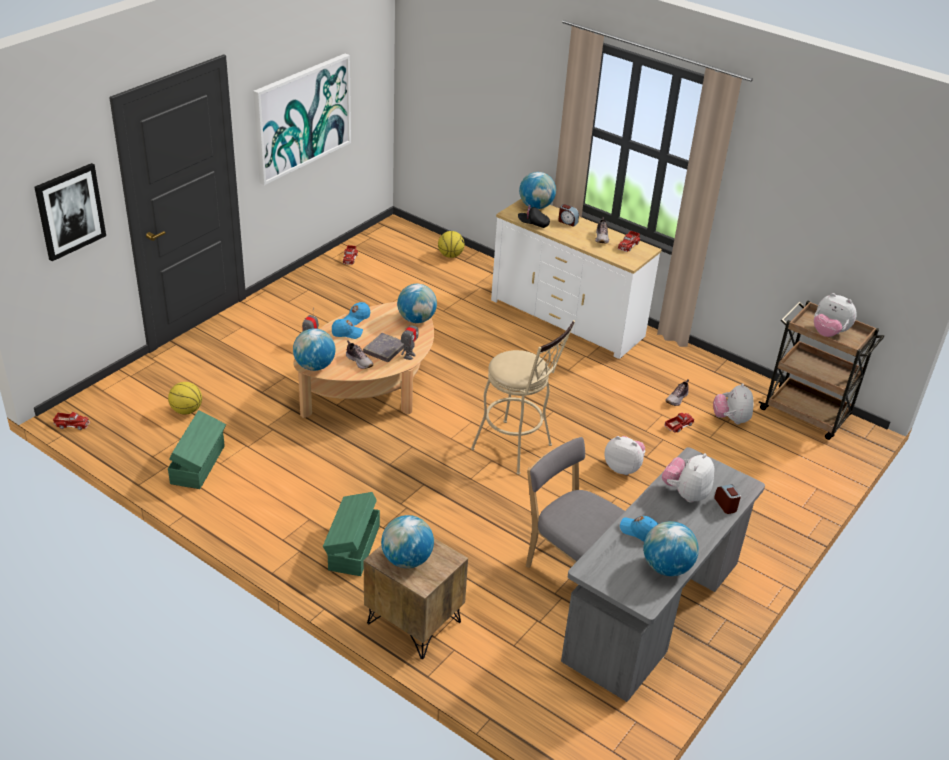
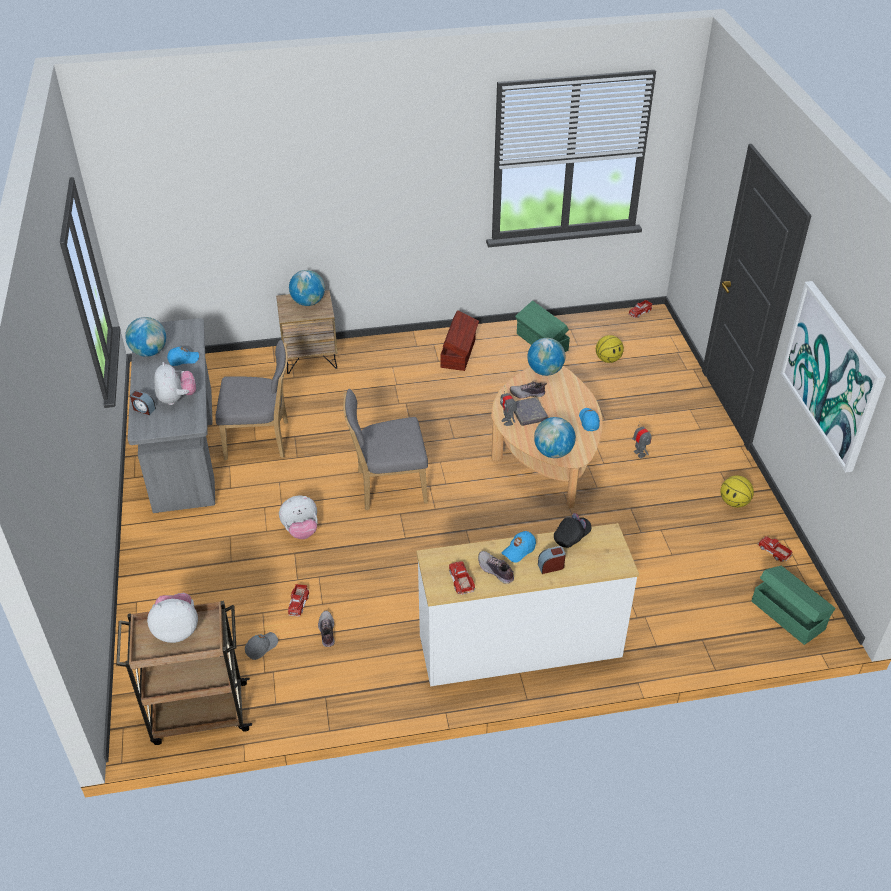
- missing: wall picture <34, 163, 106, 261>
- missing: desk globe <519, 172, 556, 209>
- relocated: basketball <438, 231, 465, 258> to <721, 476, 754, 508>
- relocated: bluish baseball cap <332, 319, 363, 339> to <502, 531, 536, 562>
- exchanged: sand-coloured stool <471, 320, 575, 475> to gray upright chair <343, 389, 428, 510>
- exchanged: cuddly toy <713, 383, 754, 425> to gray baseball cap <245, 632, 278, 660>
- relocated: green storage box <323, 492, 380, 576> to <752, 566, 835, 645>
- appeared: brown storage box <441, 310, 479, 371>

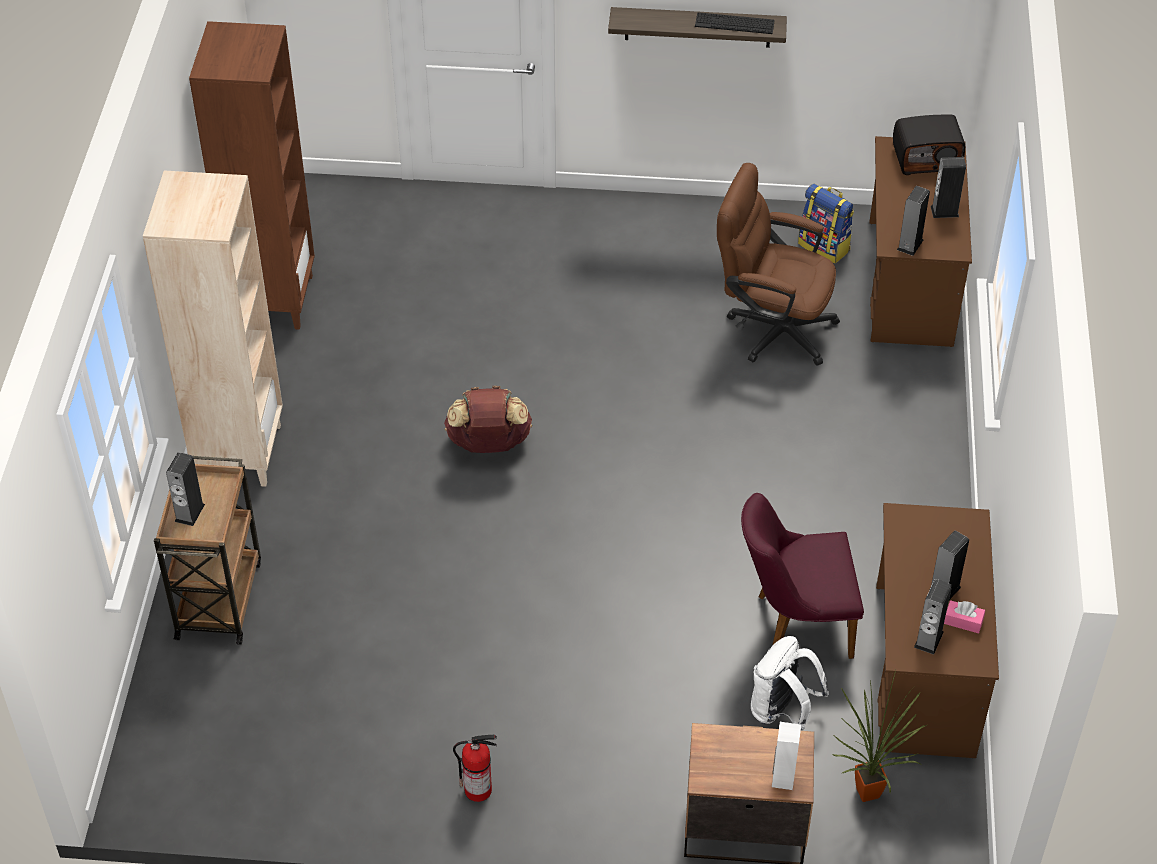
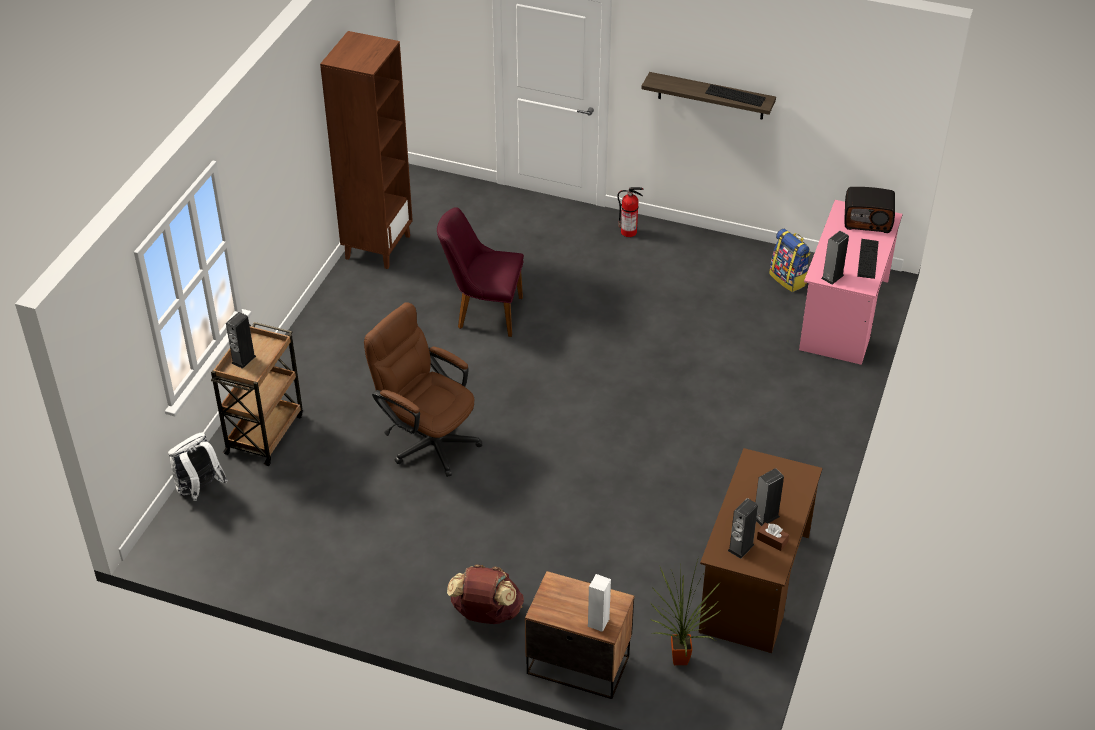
- colour: brown desk <869, 136, 972, 347> to pinkish desk <799, 200, 903, 365>
- exchanged: speaker <931, 157, 966, 218> to keyboard <857, 239, 879, 279>
- relocated: brown desk chair <717, 163, 840, 366> to <364, 302, 482, 477>
- missing: sand-coloured bookshelf <143, 171, 283, 487>
- relocated: brown backpack <444, 386, 532, 453> to <447, 564, 524, 624>
- relocated: purple upright chair <741, 493, 864, 659> to <437, 207, 524, 337>
- colour: pinkish box of tissues <944, 600, 985, 633> to brown box of tissues <757, 523, 789, 551>
- relocated: whitish backpack <751, 636, 829, 731> to <168, 432, 228, 501>
- relocated: extinguisher <453, 735, 497, 802> to <617, 187, 643, 237>

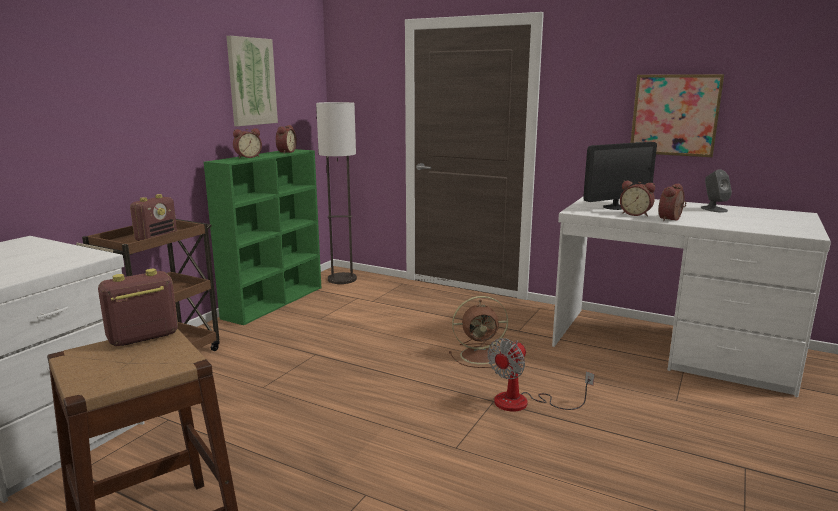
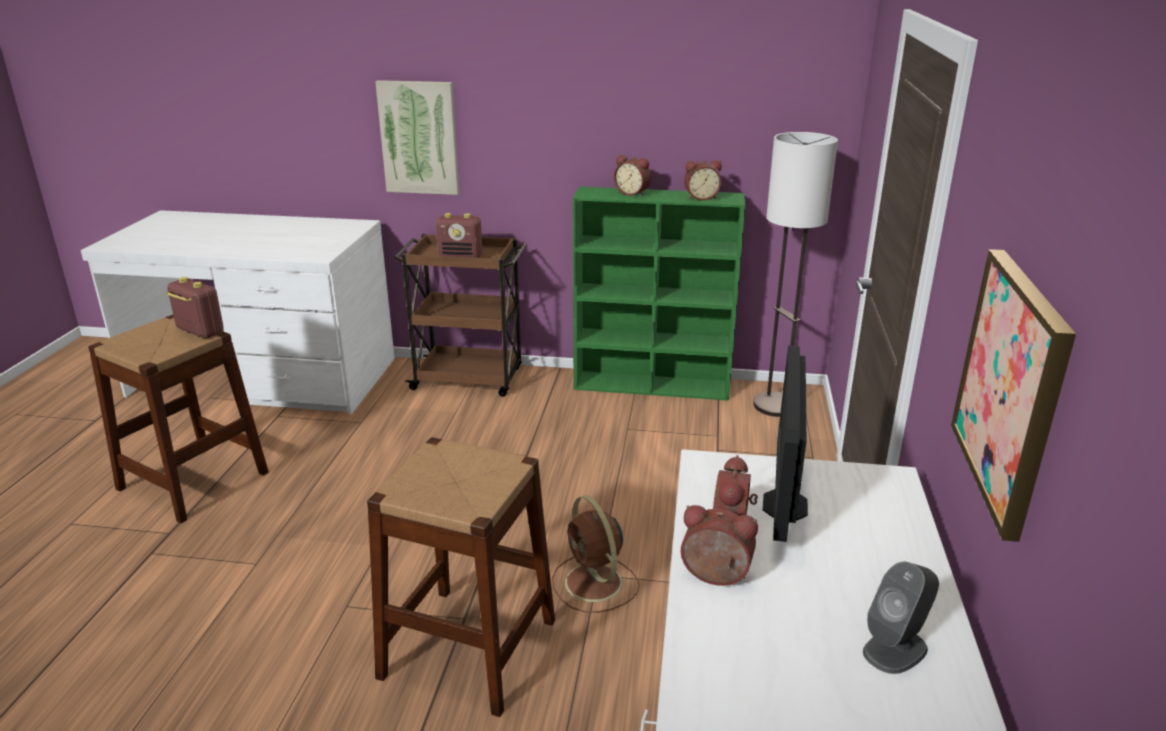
- relocated: wall picture <227, 36, 278, 126> to <375, 80, 459, 195>
- spun: computer display <583, 142, 657, 210> = <763, 345, 808, 542> 60 degrees clockwise
- exchanged: cooling fan <487, 338, 595, 412> to brown stool <367, 437, 555, 717>

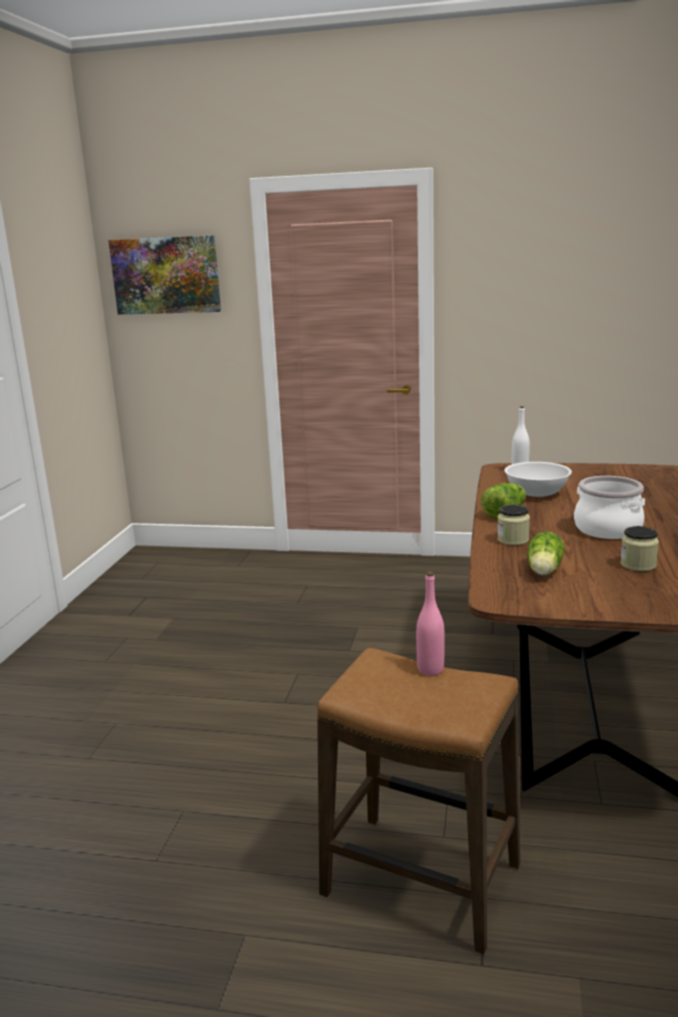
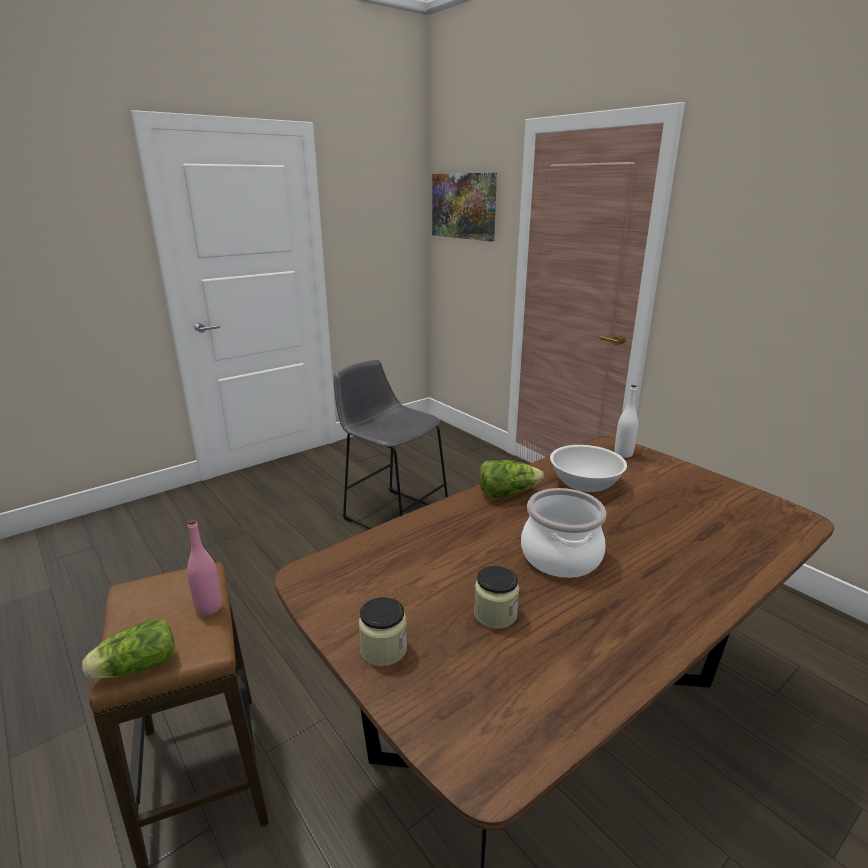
- relocated: jar <497, 504, 530, 545> to <358, 597, 407, 666>
- relocated: lettuce <527, 532, 564, 575> to <82, 619, 175, 679>
- appeared: gray stool <334, 359, 448, 529>

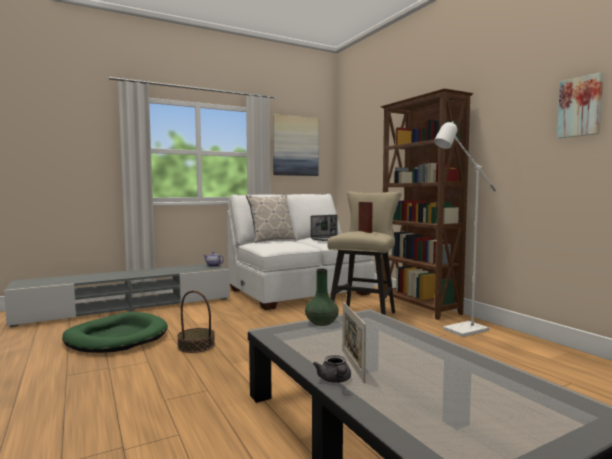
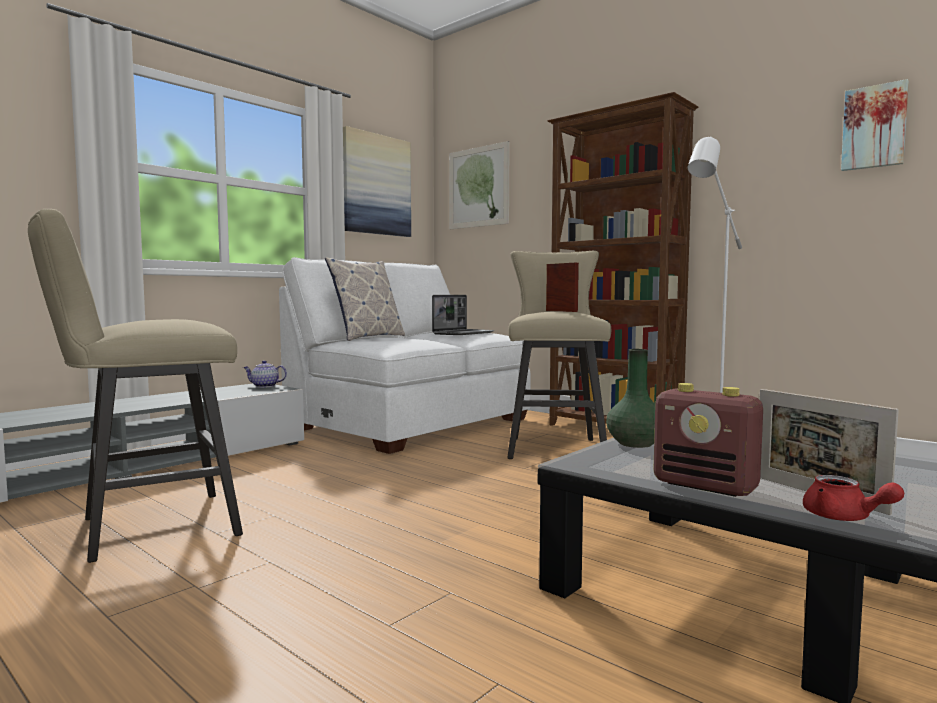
- missing: household basket <177, 290, 215, 353>
- exchanged: green pet bed <62, 312, 168, 353> to sand-coloured stool <28, 209, 243, 563>
- colour: gray teapot <313, 355, 351, 383> to reddish teapot <803, 475, 904, 521>
- appeared: wall picture <449, 141, 510, 229>
- appeared: radio <653, 383, 763, 497>

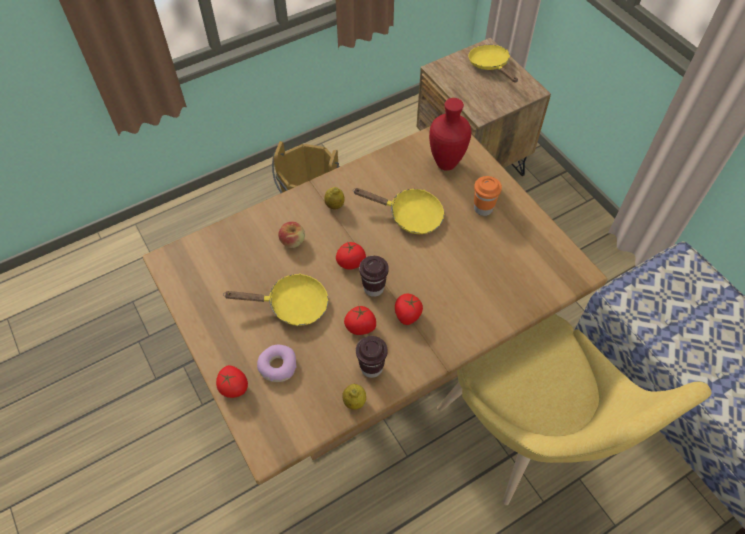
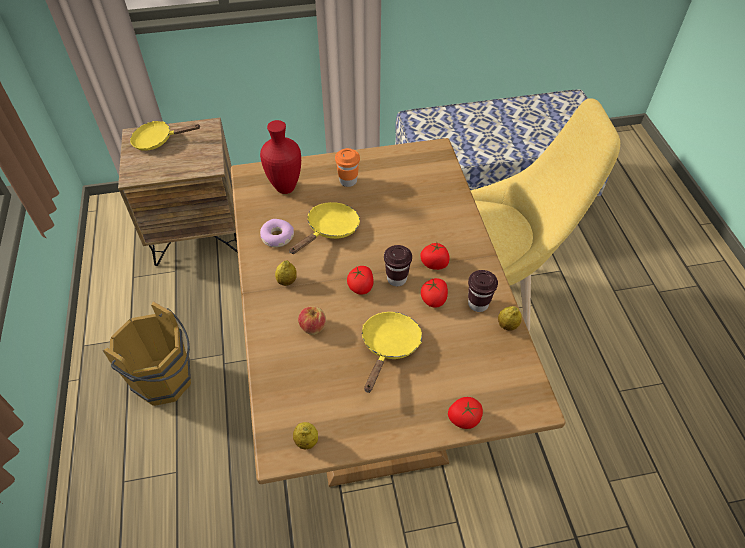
- relocated: doughnut <257, 345, 296, 382> to <260, 219, 294, 247>
- appeared: lemon <293, 422, 318, 449>

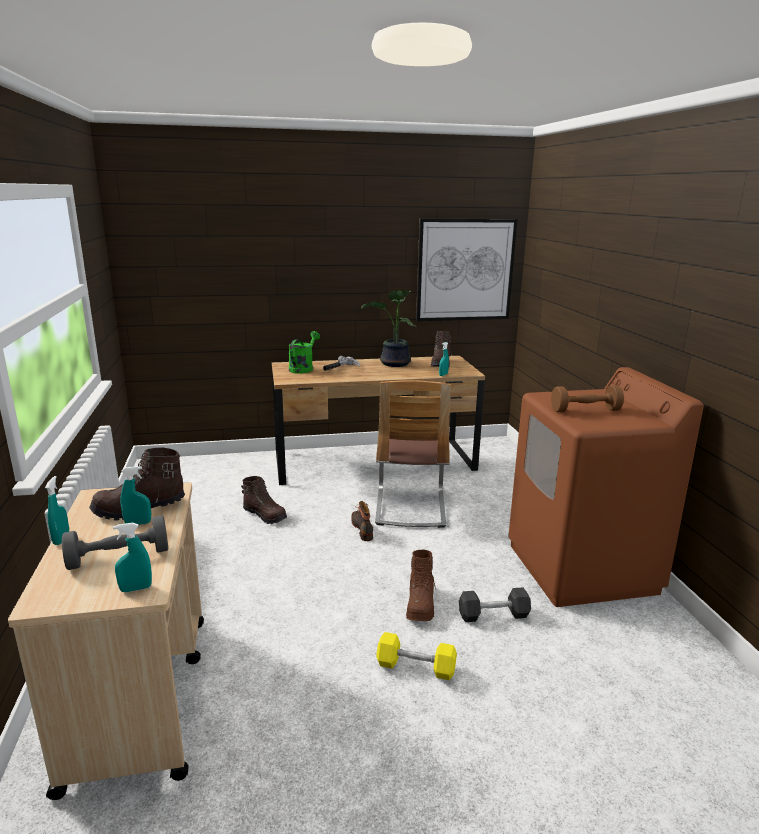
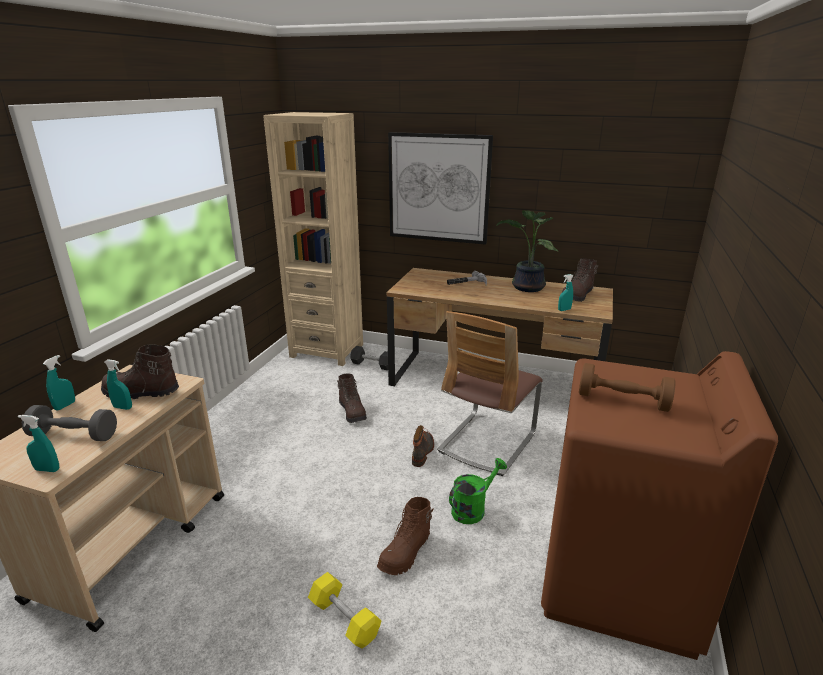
- relocated: wall picture <416, 218, 517, 321> to <388, 132, 493, 245>
- relocated: green sprinkling can <289, 331, 320, 374> to <449, 458, 507, 524>
- relocated: blackish dumbbell <459, 587, 531, 622> to <350, 346, 388, 370>
- appeared: sand-coloured bookshelf <263, 112, 363, 366>

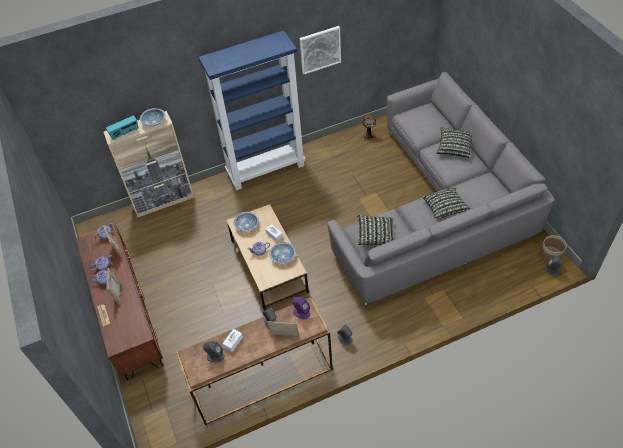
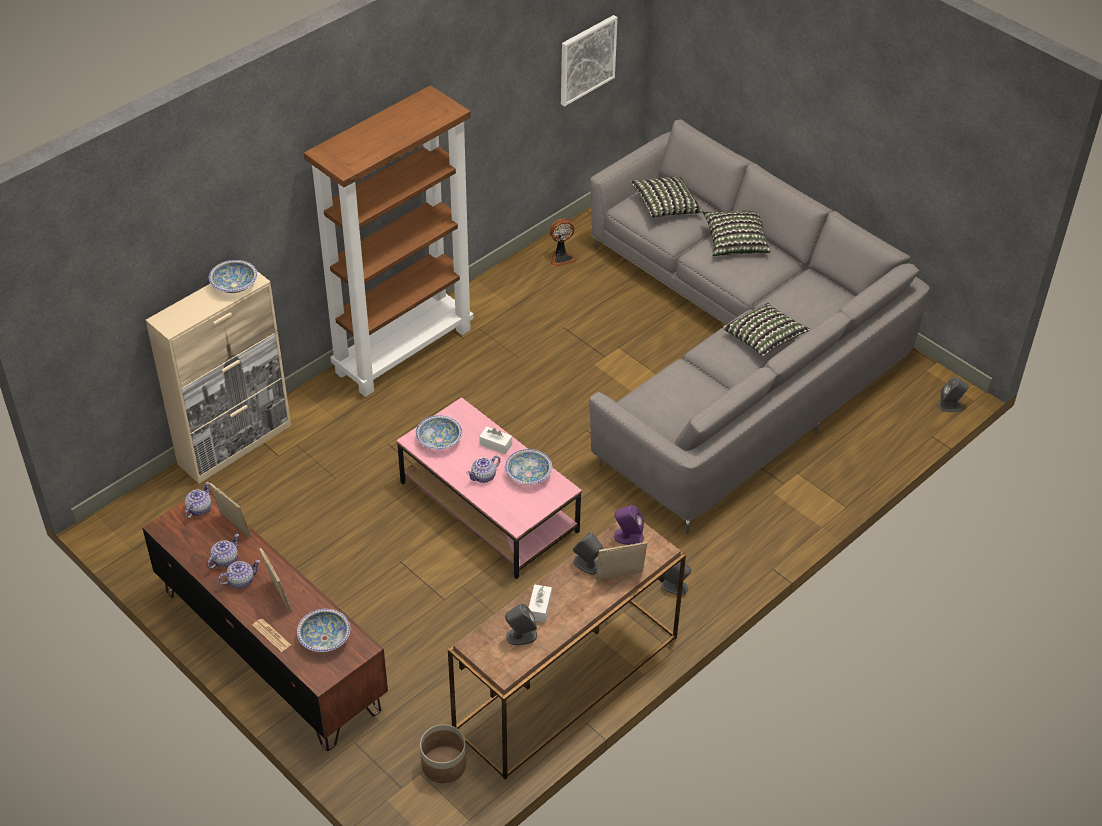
- relocated: wall picture <299, 26, 341, 75> to <561, 15, 618, 107>
- colour: bluish bookshelf <198, 30, 306, 190> to brown bookshelf <304, 85, 473, 397>
- missing: radio <106, 115, 138, 140>
- colour: brown lounge table <226, 204, 309, 311> to pinkish lounge table <396, 397, 582, 579>
- relocated: cushion <357, 215, 394, 245> to <630, 177, 703, 217>
- relocated: planter <540, 235, 567, 262> to <420, 725, 466, 783>
- appeared: serving bowl <297, 609, 350, 652>

